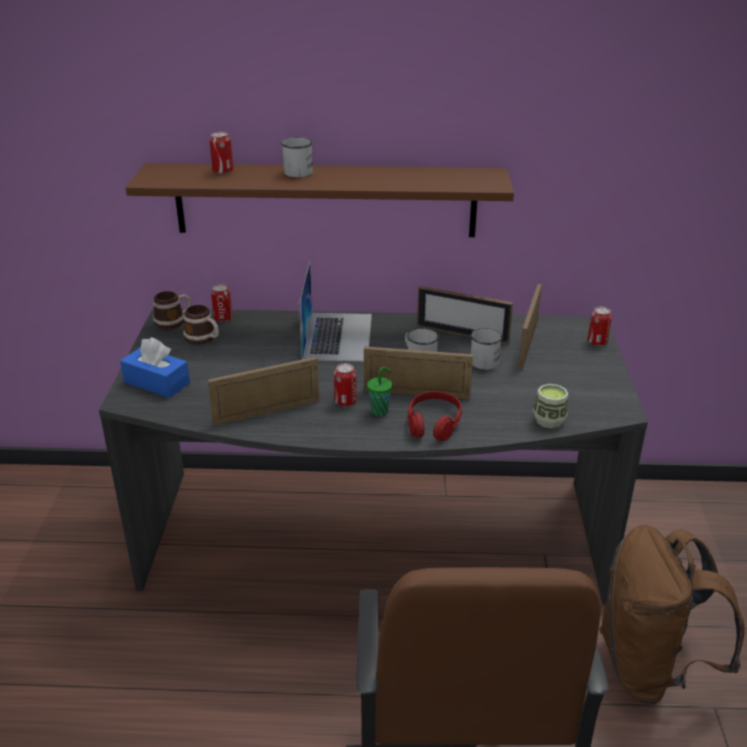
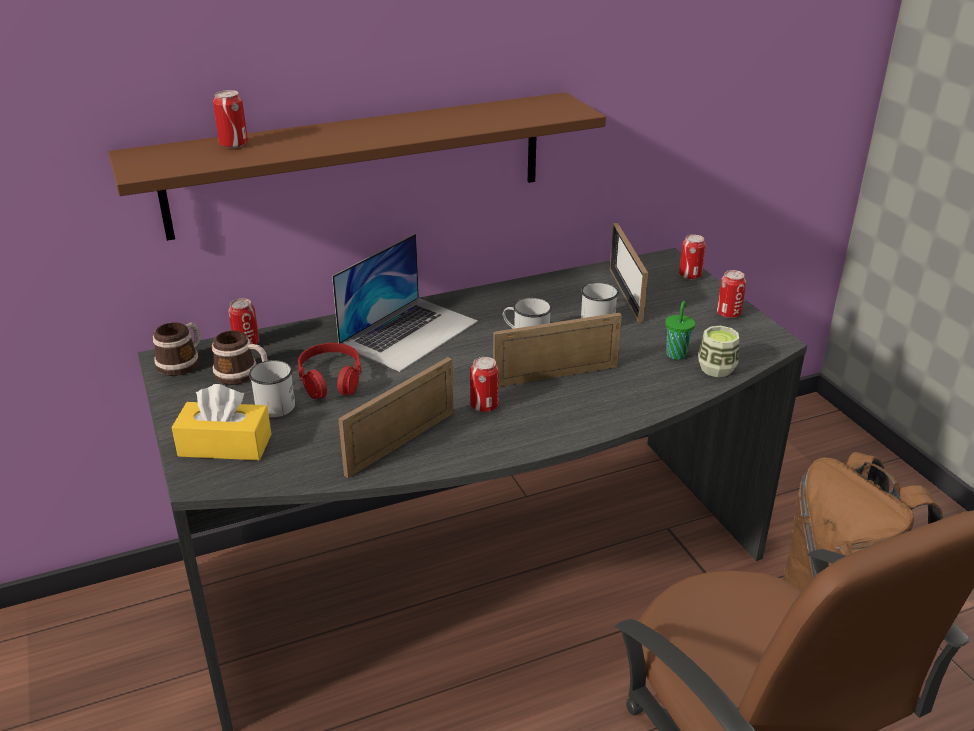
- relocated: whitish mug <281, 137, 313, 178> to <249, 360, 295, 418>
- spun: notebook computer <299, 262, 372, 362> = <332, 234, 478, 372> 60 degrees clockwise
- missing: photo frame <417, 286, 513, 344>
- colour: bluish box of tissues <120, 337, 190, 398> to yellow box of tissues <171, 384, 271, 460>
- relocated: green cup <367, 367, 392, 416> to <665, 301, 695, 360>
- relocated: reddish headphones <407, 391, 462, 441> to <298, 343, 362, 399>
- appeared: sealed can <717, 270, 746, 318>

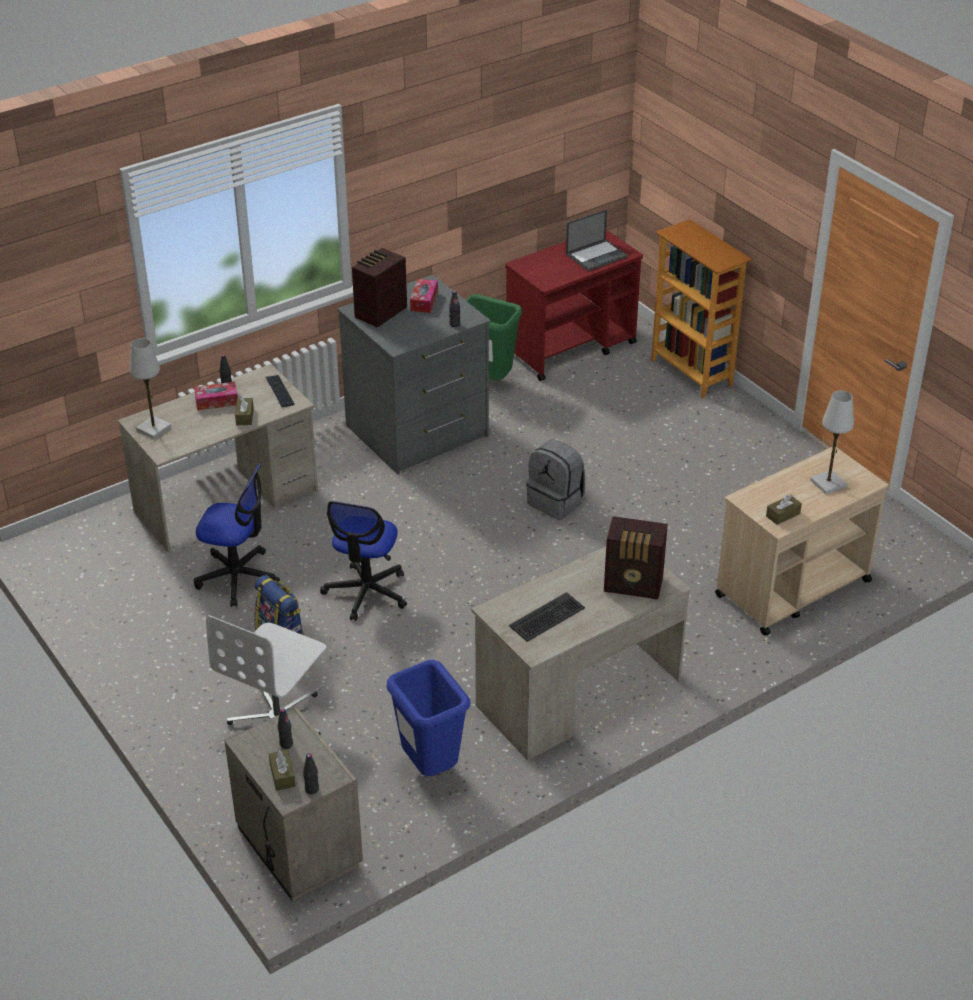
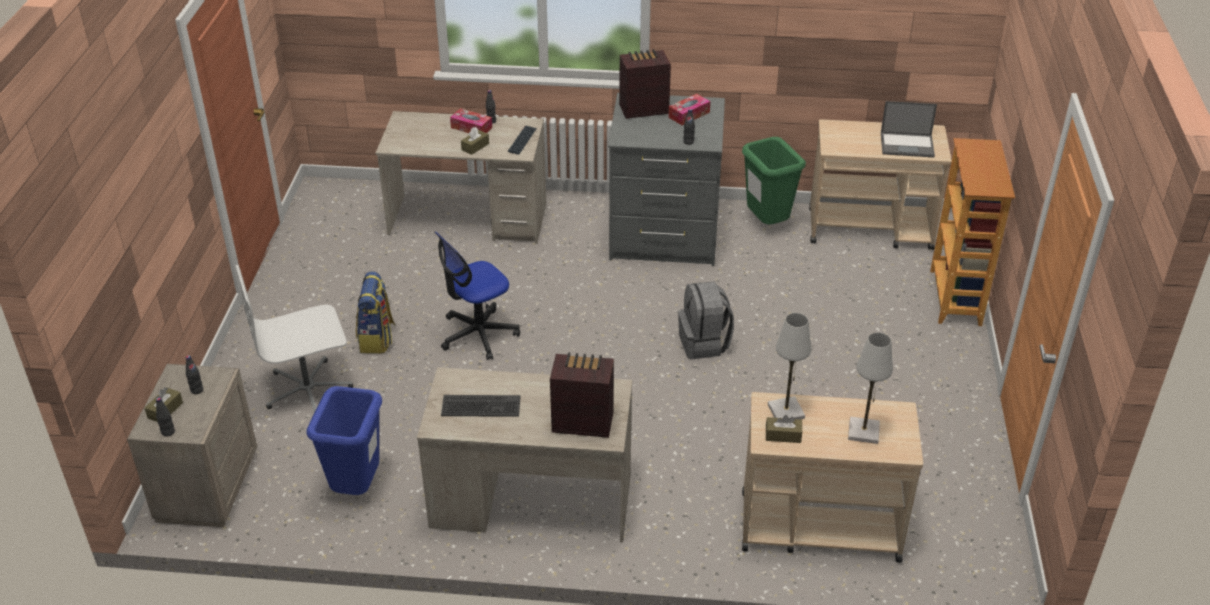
- colour: reddish cart <505, 230, 643, 381> to sand-coloured cart <809, 119, 952, 250>
- relocated: whitish table lamp <130, 338, 171, 439> to <768, 313, 811, 419>
- missing: desk chair <194, 463, 280, 607>
- spun: radio <604, 516, 668, 599> = <550, 352, 614, 438> 135 degrees clockwise

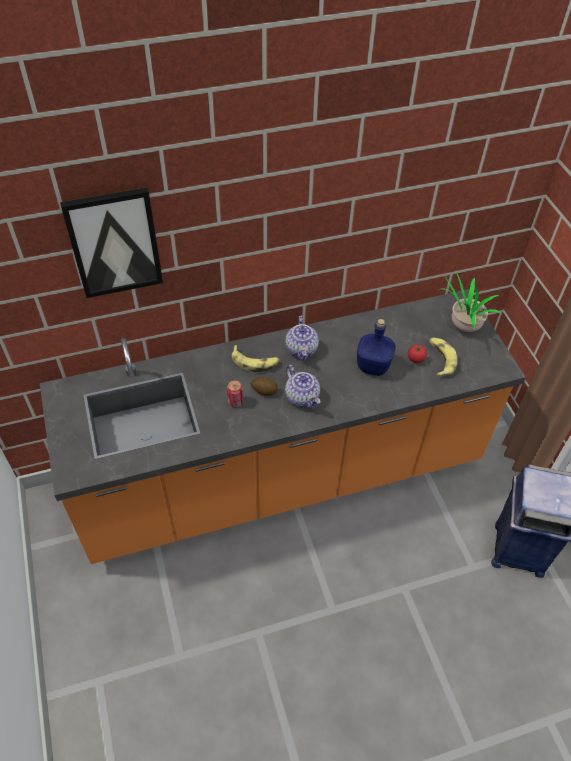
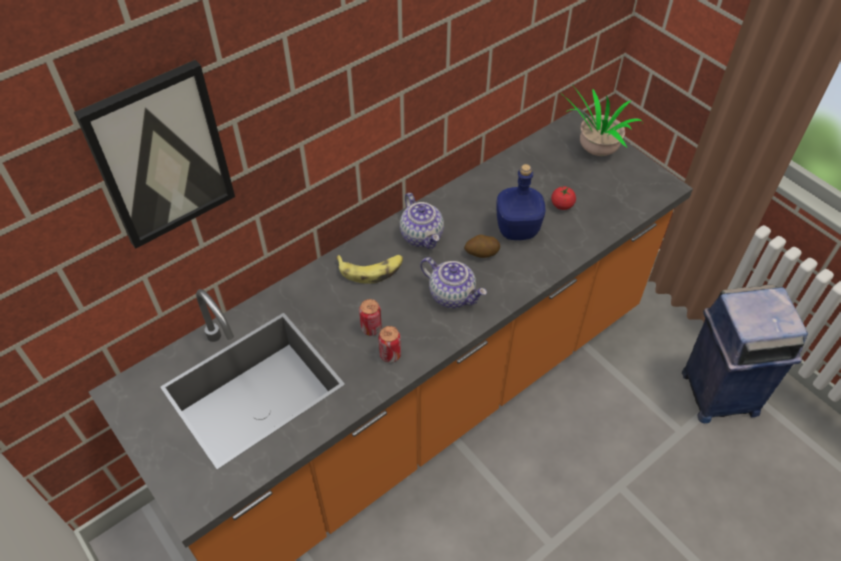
- missing: banana fruit <429, 338, 457, 377>
- relocated: potato <251, 377, 278, 396> to <464, 235, 500, 258>
- appeared: sealed can <378, 326, 401, 363>

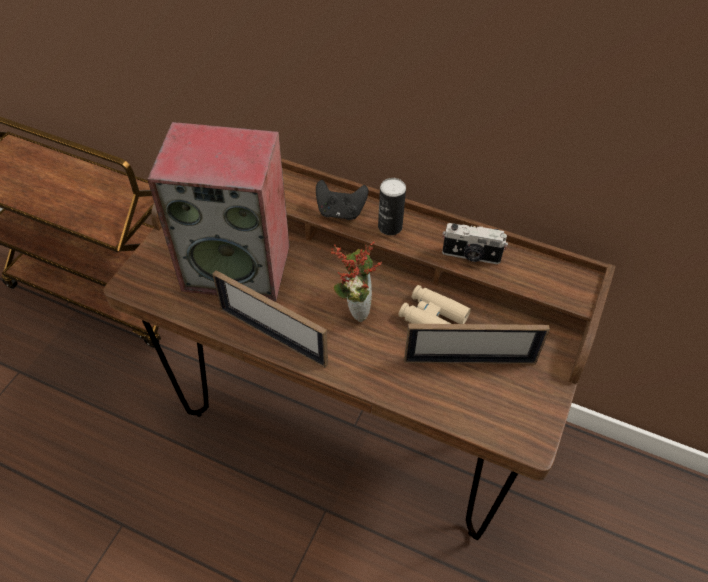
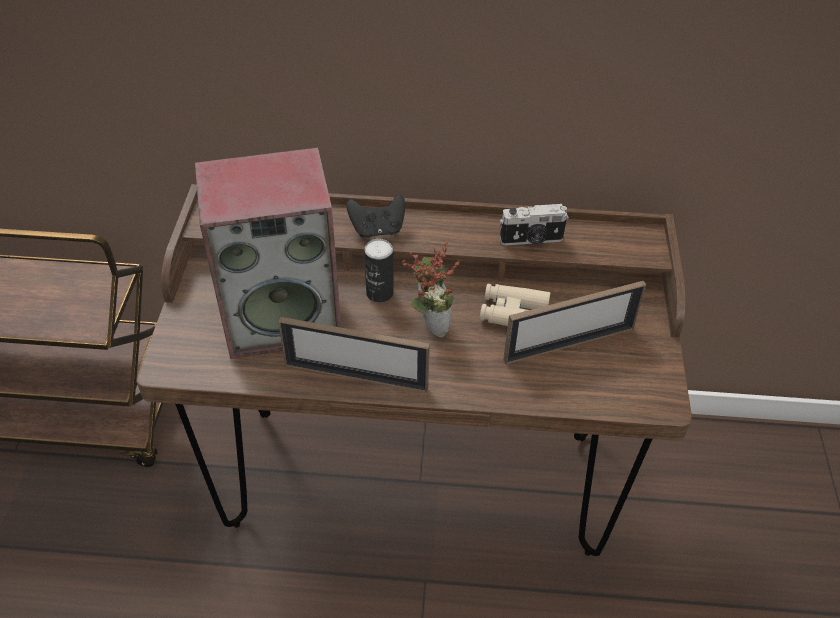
- relocated: sealed can <378, 178, 406, 235> to <364, 239, 394, 303>

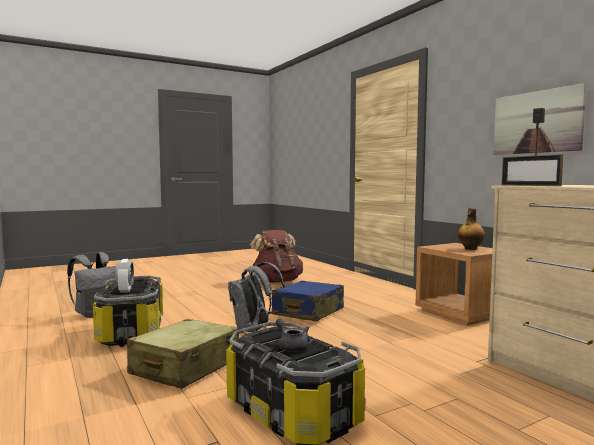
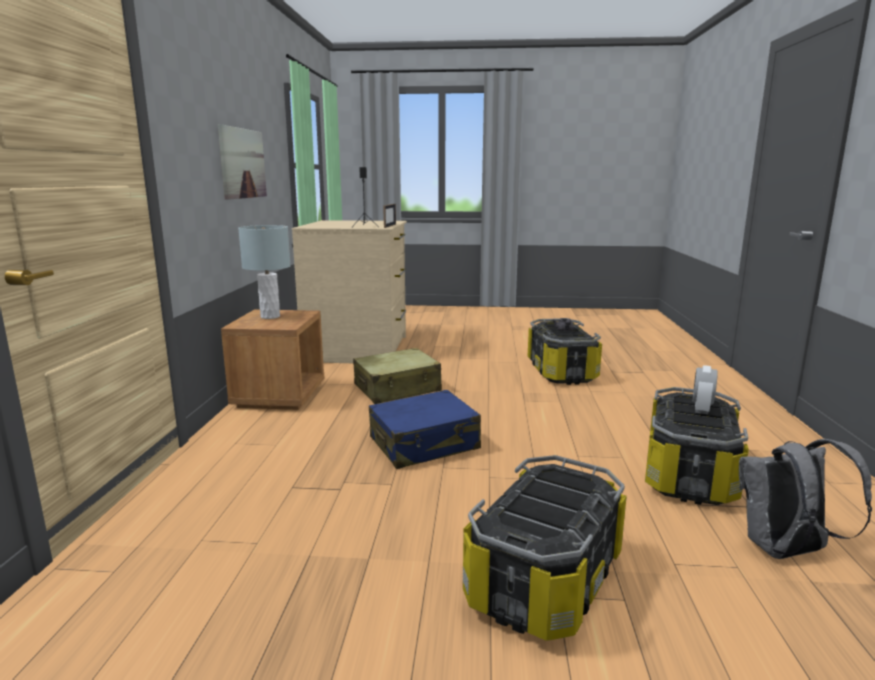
- exchanged: drink bottle <458, 208, 485, 250> to gray table lamp <238, 225, 291, 319>
- missing: brown backpack <250, 230, 303, 283>
- missing: gray backpack <228, 262, 286, 332>
- relocated: sand-coloured piece of luggage <127, 319, 239, 389> to <353, 348, 442, 404>
- appeared: storage box <463, 455, 627, 641>

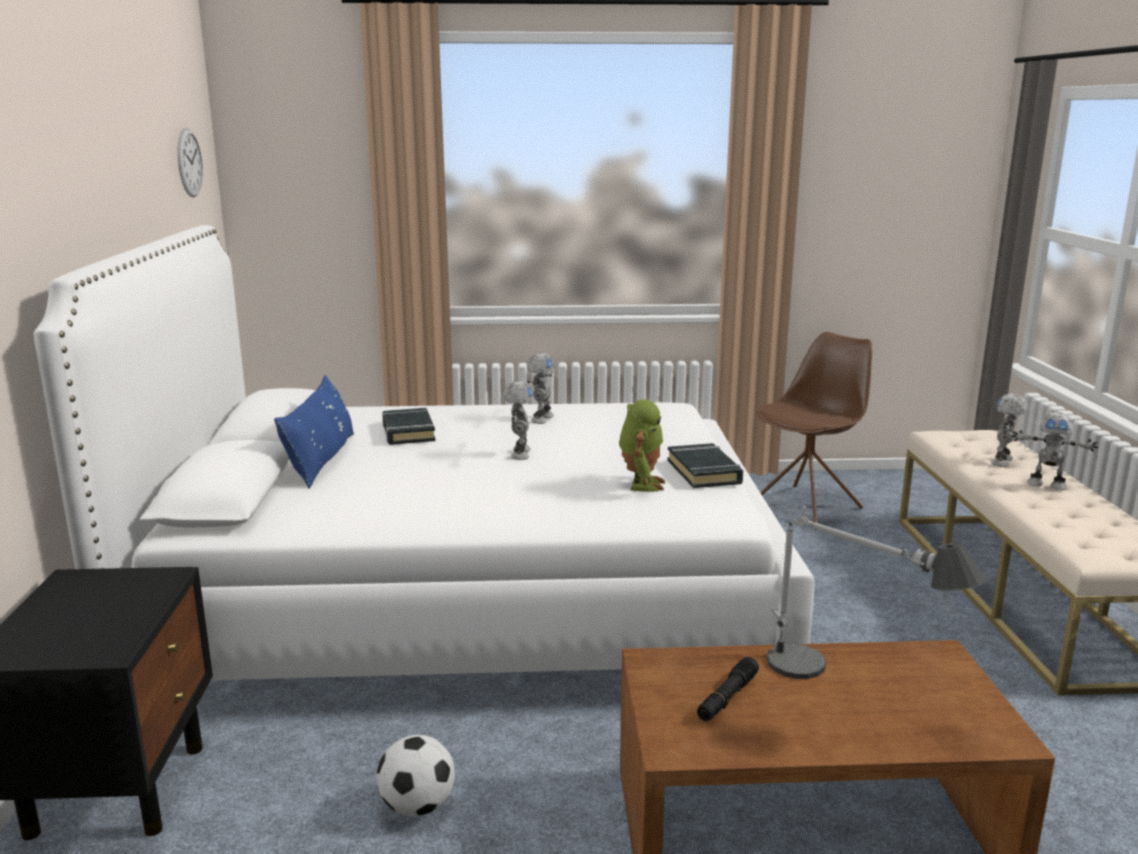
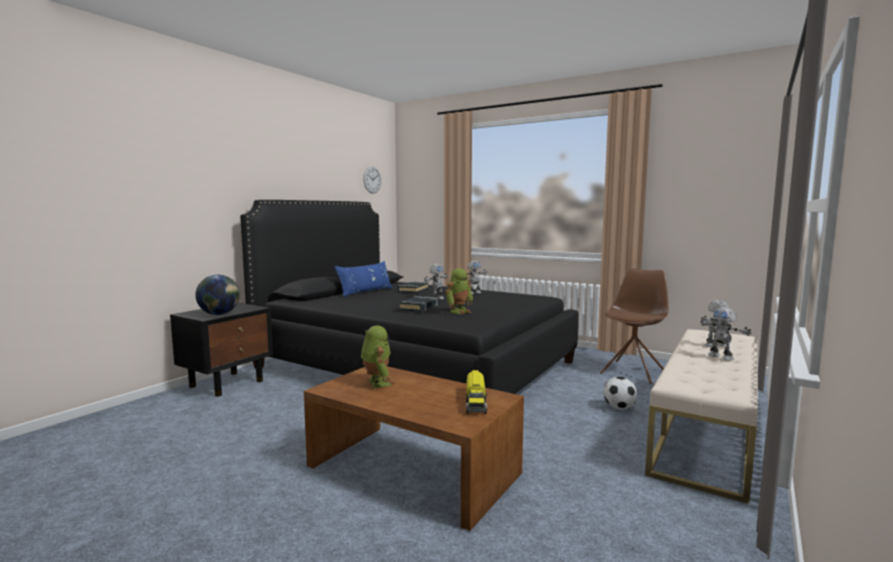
- colour: whitish bedroom bed <34, 225, 815, 680> to blackish bedroom bed <240, 200, 579, 394>
- spun: brown upright chair <757, 332, 873, 531> = <600, 268, 669, 384> 45 degrees counterclockwise
- relocated: blackish bound book <667, 443, 743, 488> to <399, 296, 438, 312>
- missing: table lamp <767, 506, 987, 679>
- exchanged: blackish torch <697, 657, 759, 721> to model robot <361, 326, 394, 388>
- relocated: ball for football <377, 735, 455, 816> to <603, 377, 637, 410>
- appeared: desk globe <195, 275, 240, 315>
- appeared: toy lorry <466, 370, 487, 414>

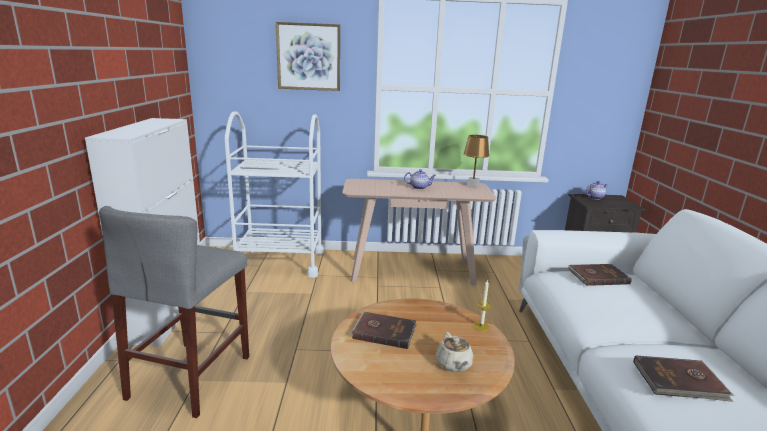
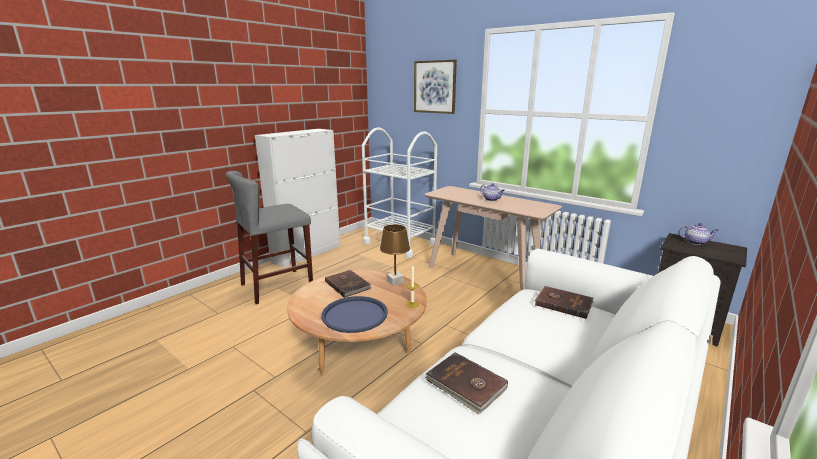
- relocated: brown table lamp <463, 135, 489, 187> to <380, 224, 410, 286>
- exchanged: sand-coloured teapot <436, 332, 474, 372> to bluish carrying tray <321, 296, 388, 333>

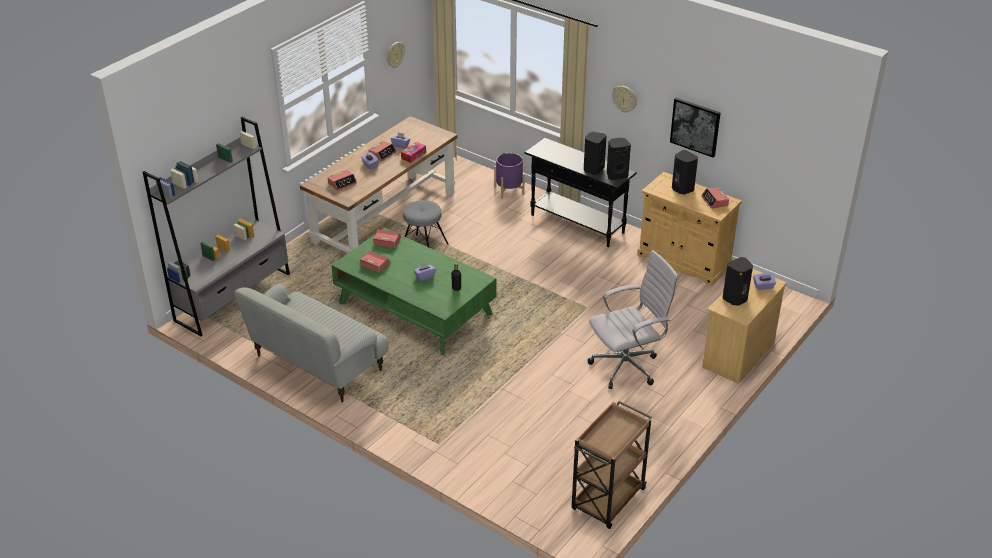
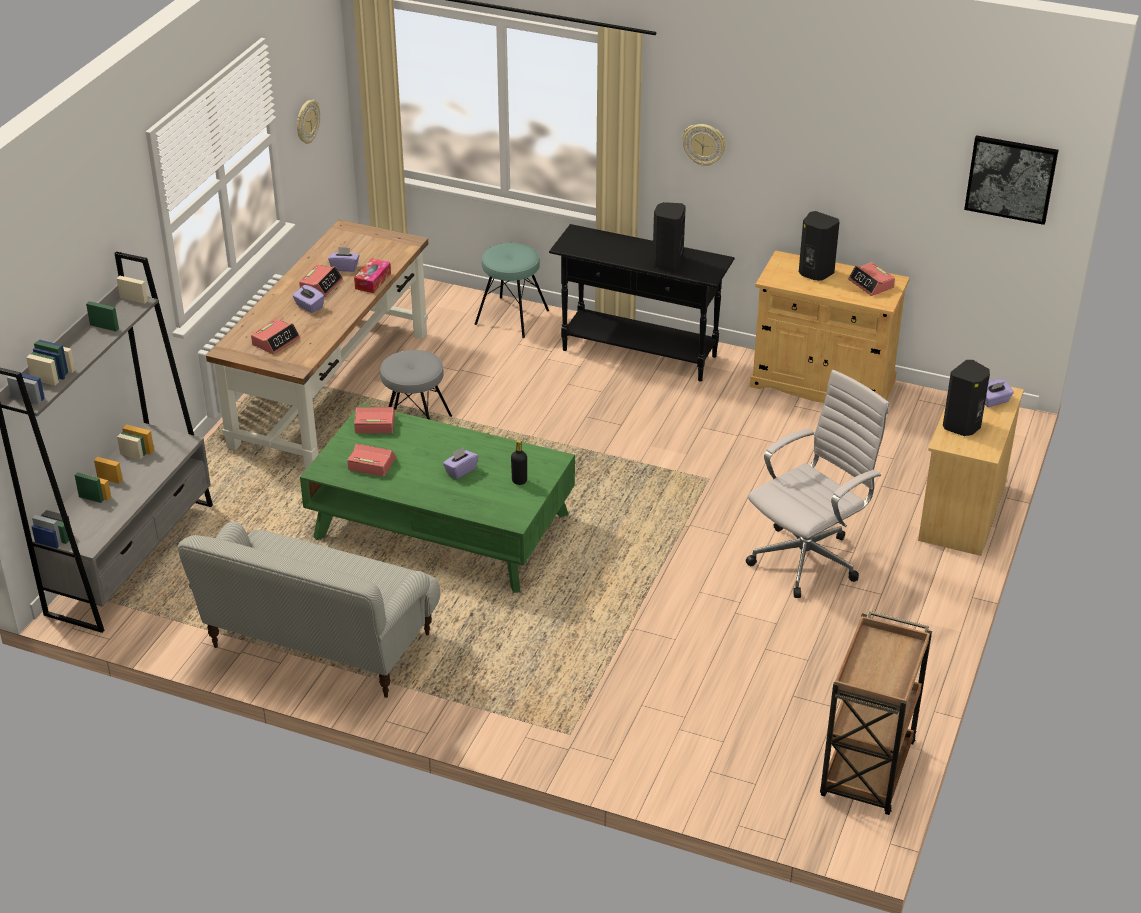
- relocated: wall picture <670, 98, 721, 158> to <964, 135, 1059, 225>
- missing: blackish speaker <607, 138, 631, 180>
- exchanged: purple planter <494, 153, 525, 199> to turquoise-coloured stool <475, 243, 549, 338>

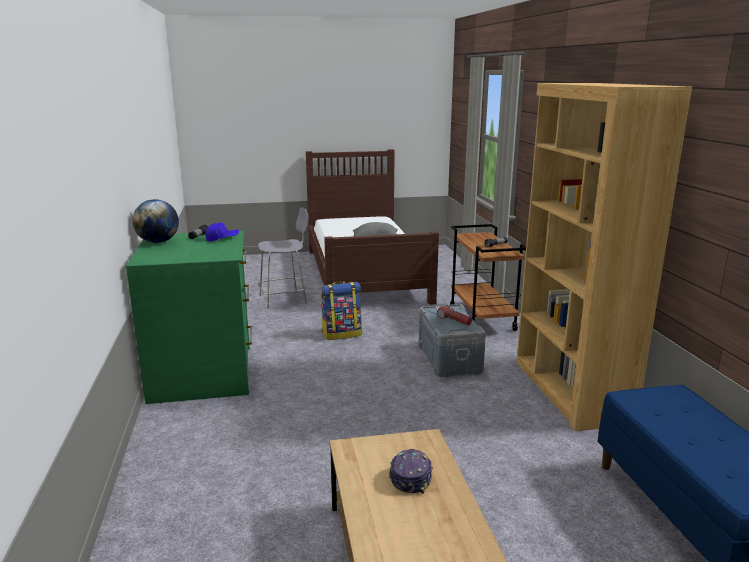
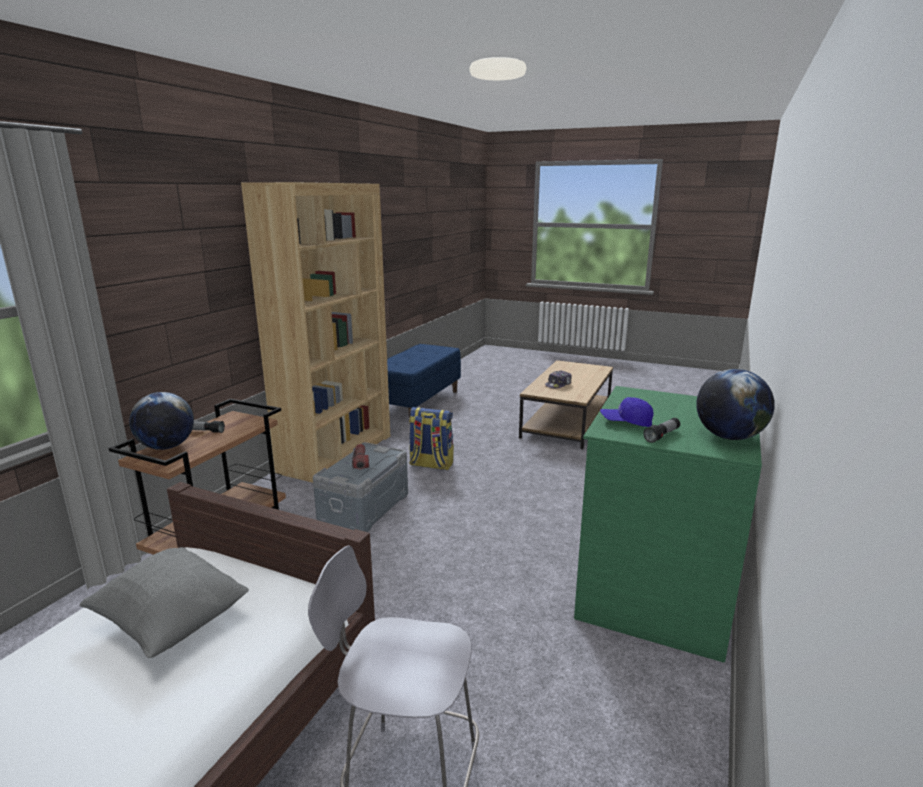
- relocated: backpack <321, 281, 362, 340> to <409, 407, 454, 470>
- appeared: desk globe <129, 392, 194, 450>

